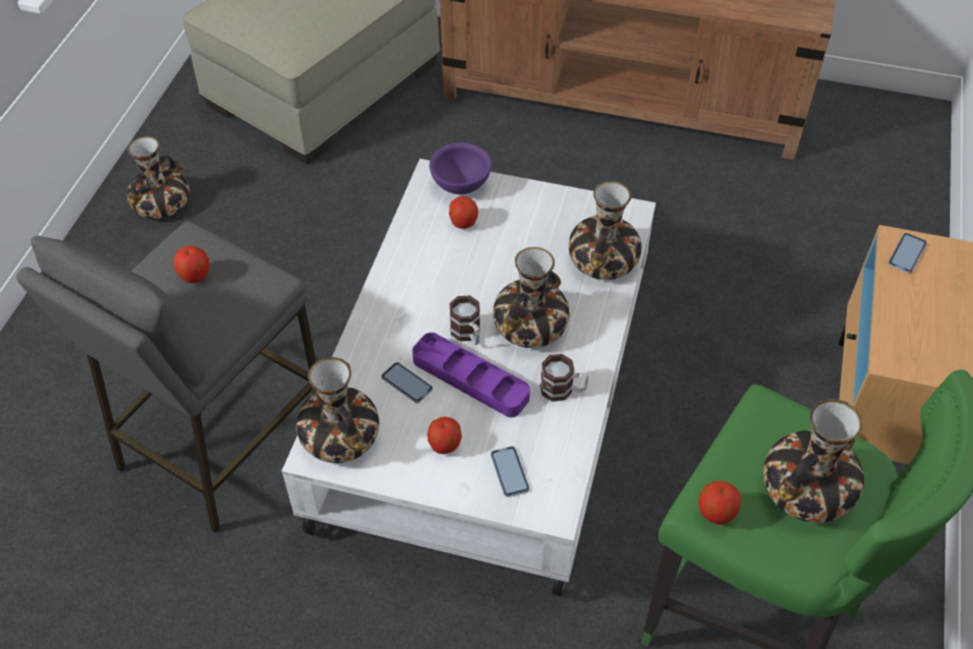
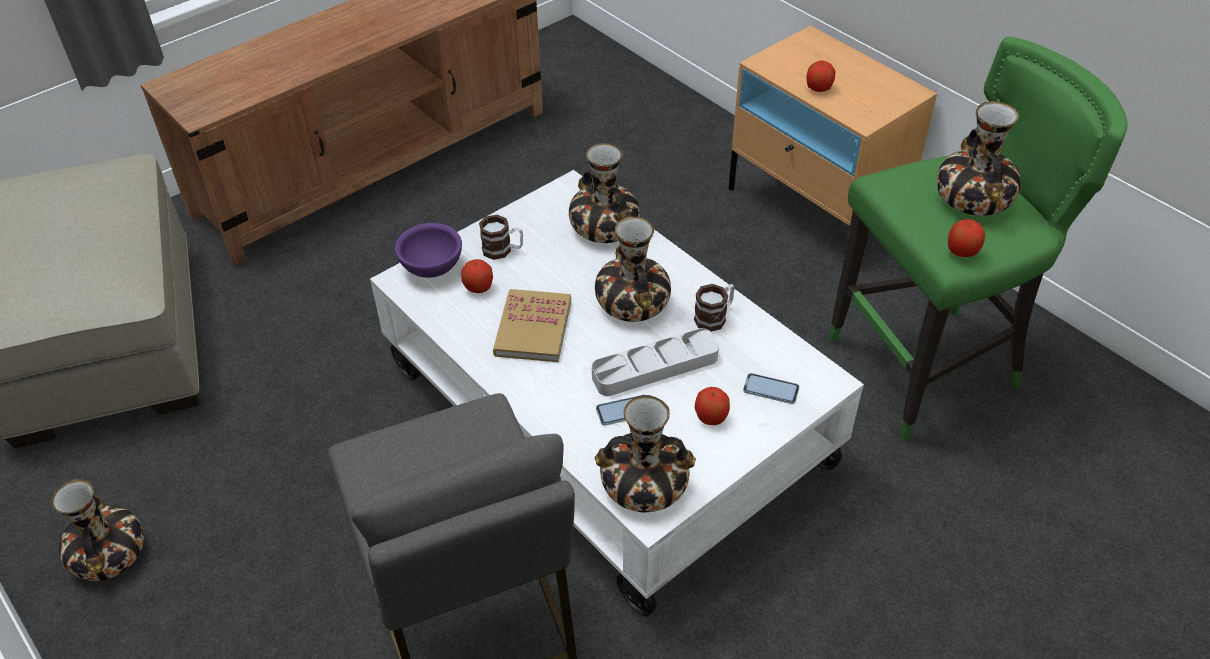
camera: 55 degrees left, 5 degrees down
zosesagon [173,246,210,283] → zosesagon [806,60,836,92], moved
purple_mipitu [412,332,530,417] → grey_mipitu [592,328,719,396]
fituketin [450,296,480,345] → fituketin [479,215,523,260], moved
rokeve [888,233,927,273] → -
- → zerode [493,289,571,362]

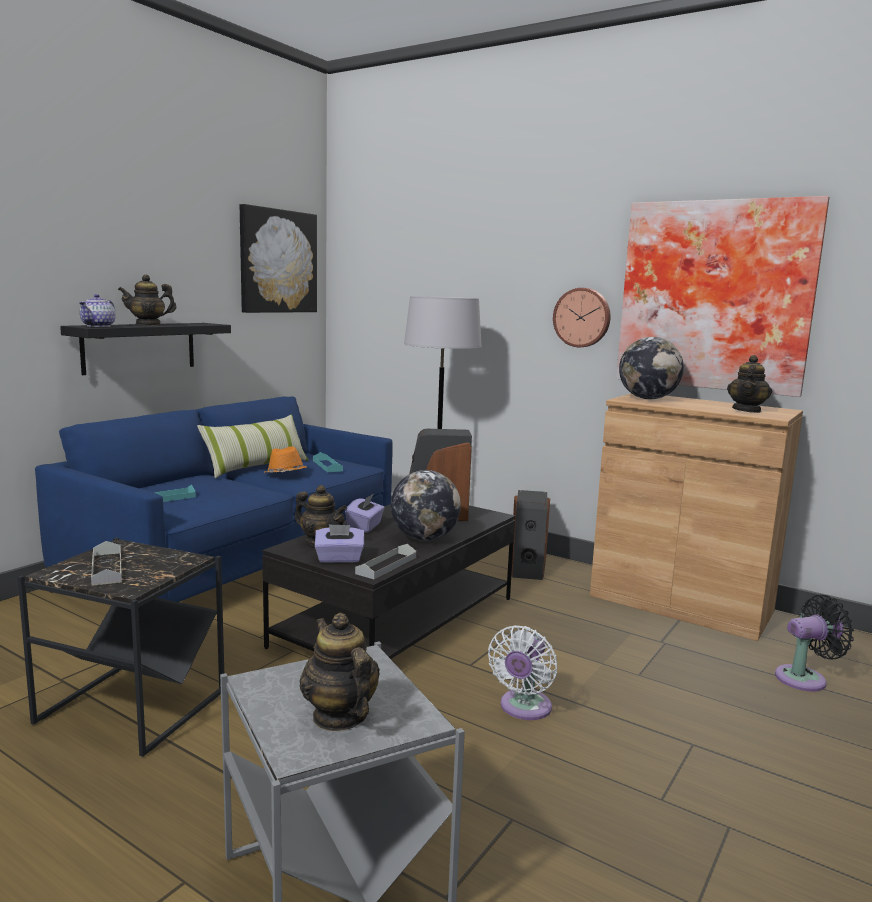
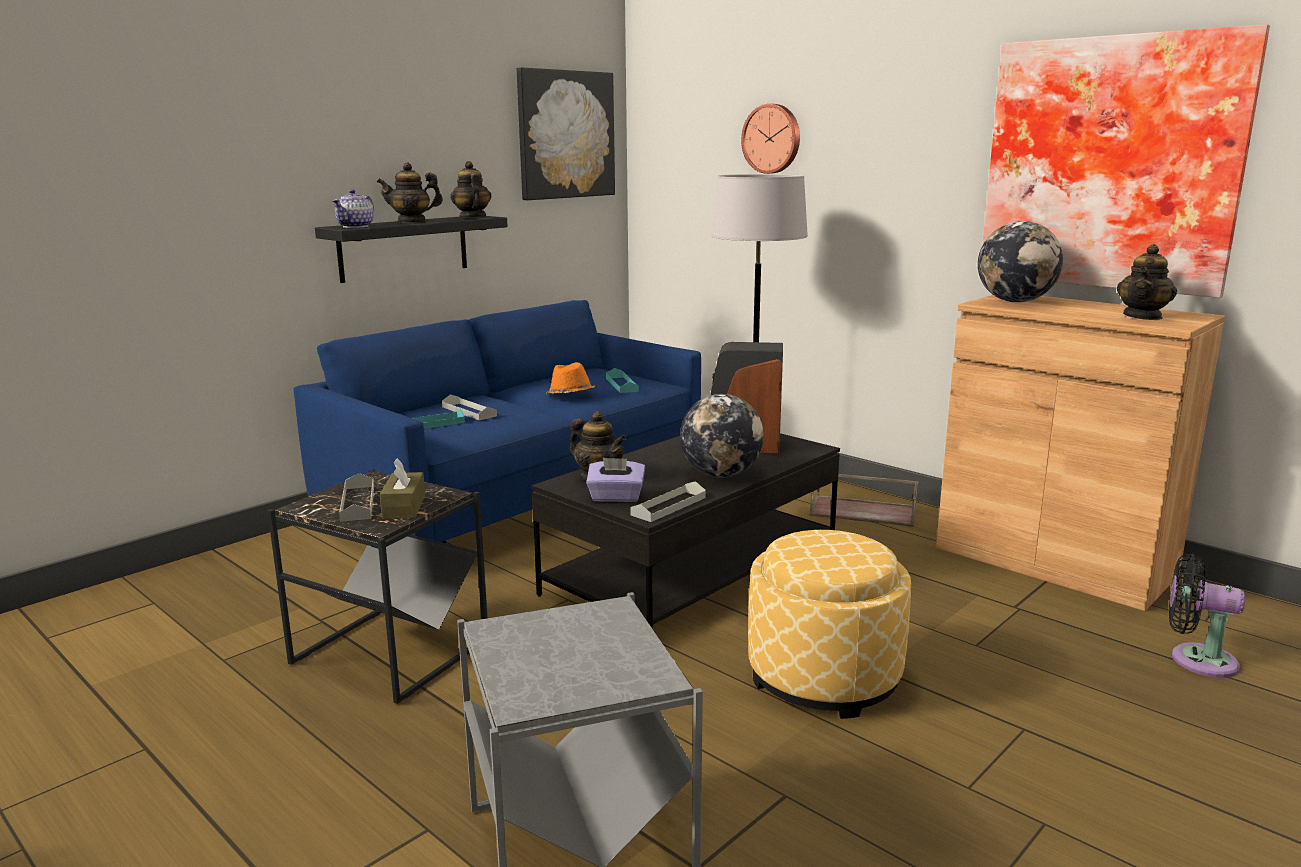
camera: 10 degrees right, 5 degrees up
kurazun [197,414,308,478] → -
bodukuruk [300,613,380,731] → bodukuruk [450,161,492,218], moved
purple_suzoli [345,494,384,533] → -
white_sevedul [488,625,557,720] → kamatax [748,530,911,719]
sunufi [511,490,550,580] → brown_mipitu [809,474,918,527]
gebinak [553,288,611,347] → gebinak [741,104,800,174], moved
black_sevedul [775,595,854,692] → black_sevedul [1169,554,1245,678], 150 degrees counterclockwise
- → brown_suzoli [380,458,425,519]
- → grey_mipitu [442,394,497,420]

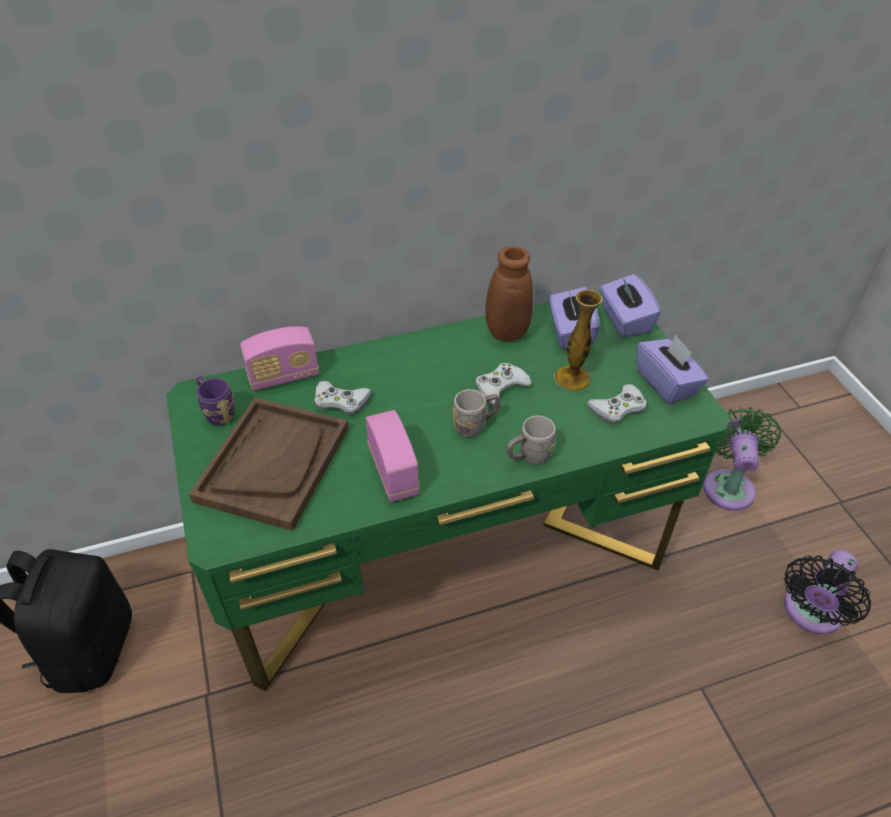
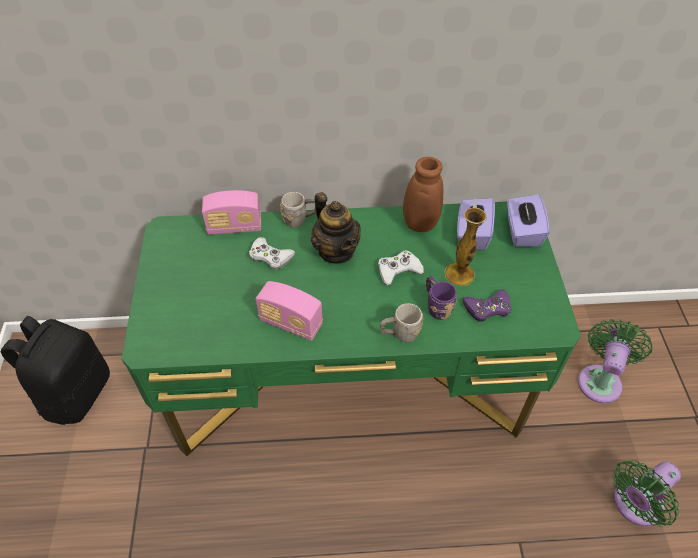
camera: 15 degrees right, 5 degrees up
brown_mipitu [189,397,349,531] → -
purple_fituketin [196,376,235,426] → purple_fituketin [426,276,457,320], moved
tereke [366,410,419,502] → tereke [256,281,323,341], 120 degrees clockwise
grey_fituketin [452,389,501,437] → grey_fituketin [280,192,316,227], moved
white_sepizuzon [587,384,646,424] → purple_sepizuzon [463,289,512,321]
purple_suzoli [637,334,709,404] → -
black_sevedul [784,550,871,634] → green_sevedul [613,460,681,526]
- → bodukuruk [311,192,361,264]

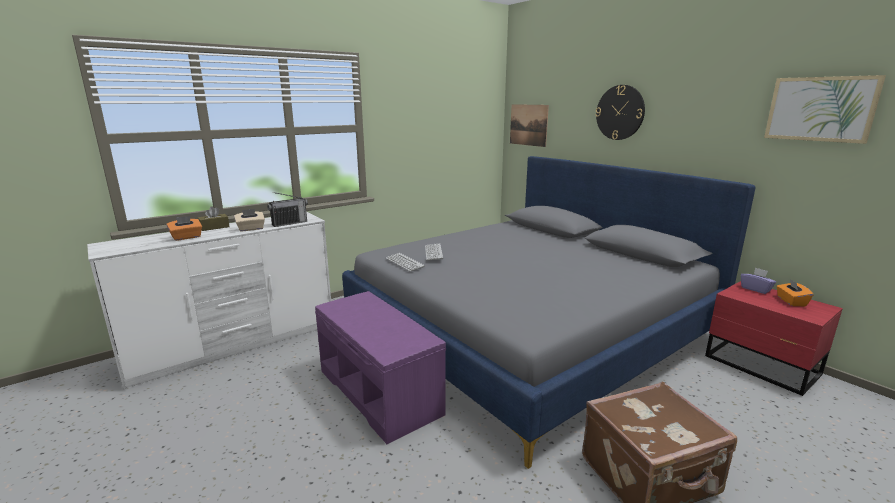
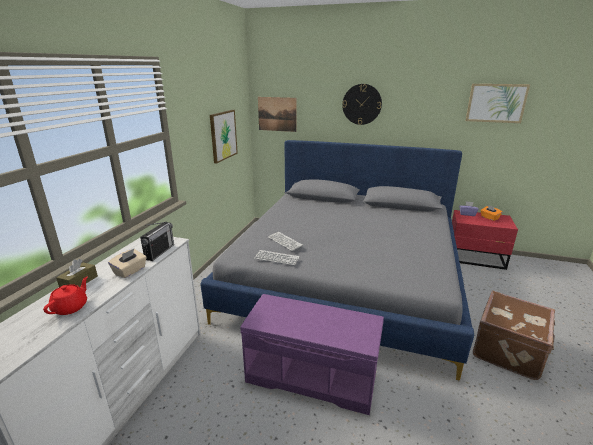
camera: 35 degrees left, 5 degrees up
orange_suzoli [166,216,202,241] → red_bodukuruk [43,276,88,315]
- → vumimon [210,110,238,164]

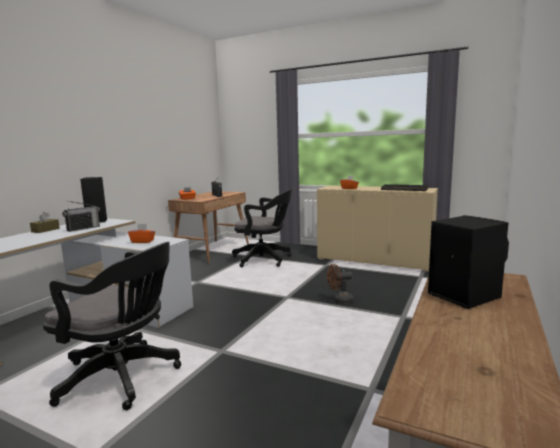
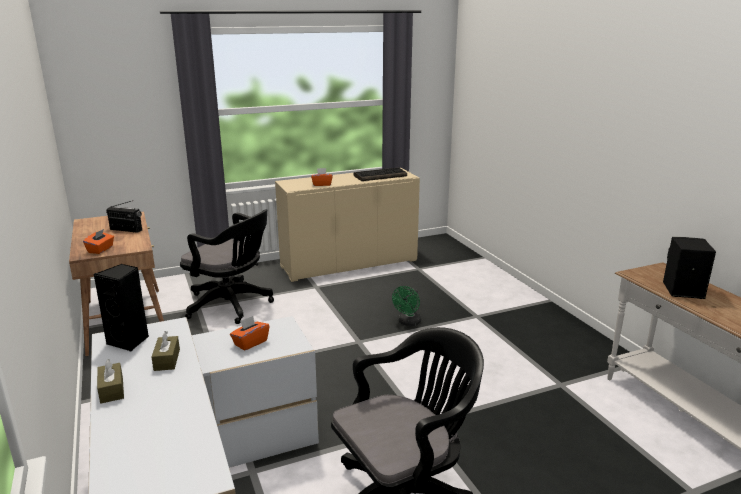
camera: 50 degrees left, 10 degrees up
tereke [62,201,100,232] → brown_suzoli [151,331,180,371]
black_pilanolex [232,189,292,267] → black_pilanolex [180,209,274,324], 60 degrees clockwise
brown_sevedul [327,264,354,304] → green_sevedul [392,286,421,326]

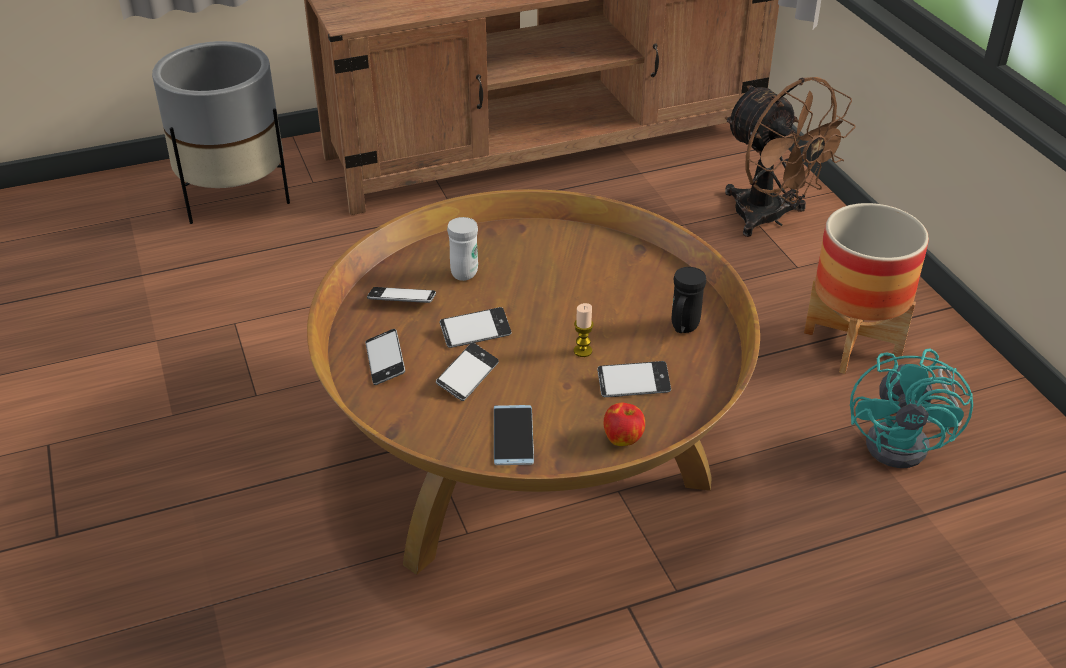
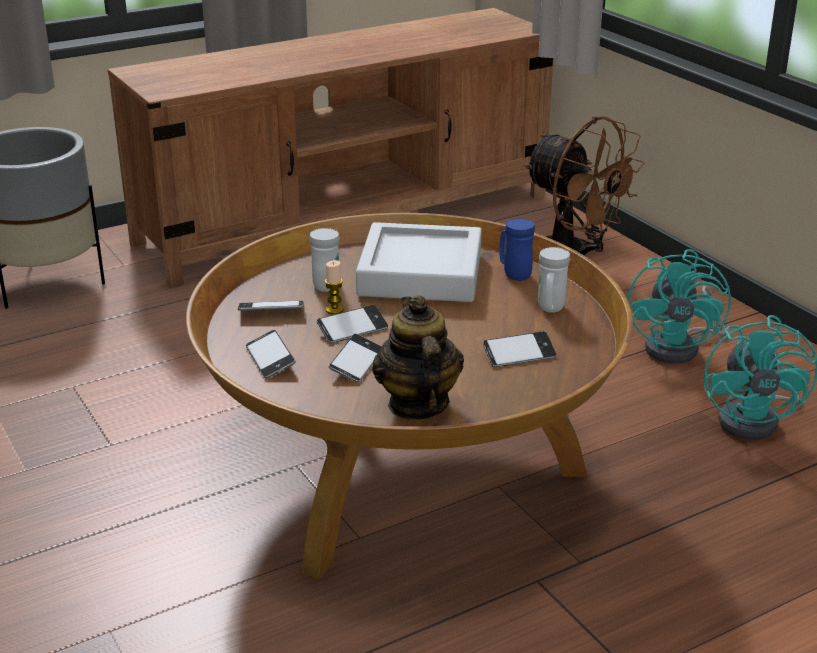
camera: 10 degrees left, 10 degrees down
rokeve [494,405,534,465] → bodukuruk [372,295,464,420]
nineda [574,303,594,357] → nineda [325,260,344,314], moved
zosesagon [604,403,645,446] → -
black_fituketin [672,267,706,333] → white_fituketin [538,247,570,313]
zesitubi [804,203,929,374] → turquoise_sevedul [628,249,731,364]
- → grey_mipitu [356,222,482,302]
- → blue_fituketin [499,218,535,281]

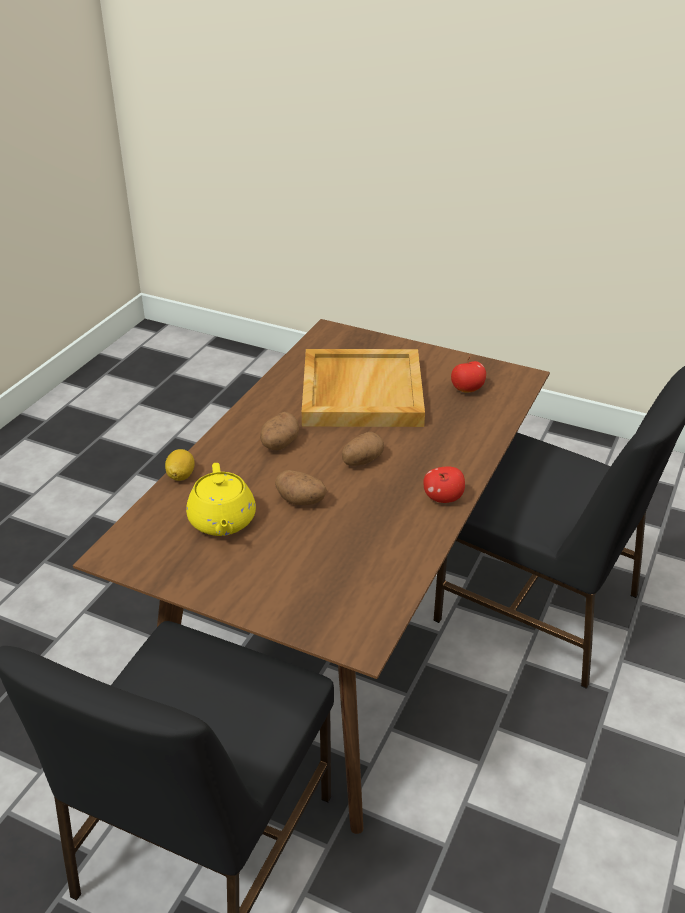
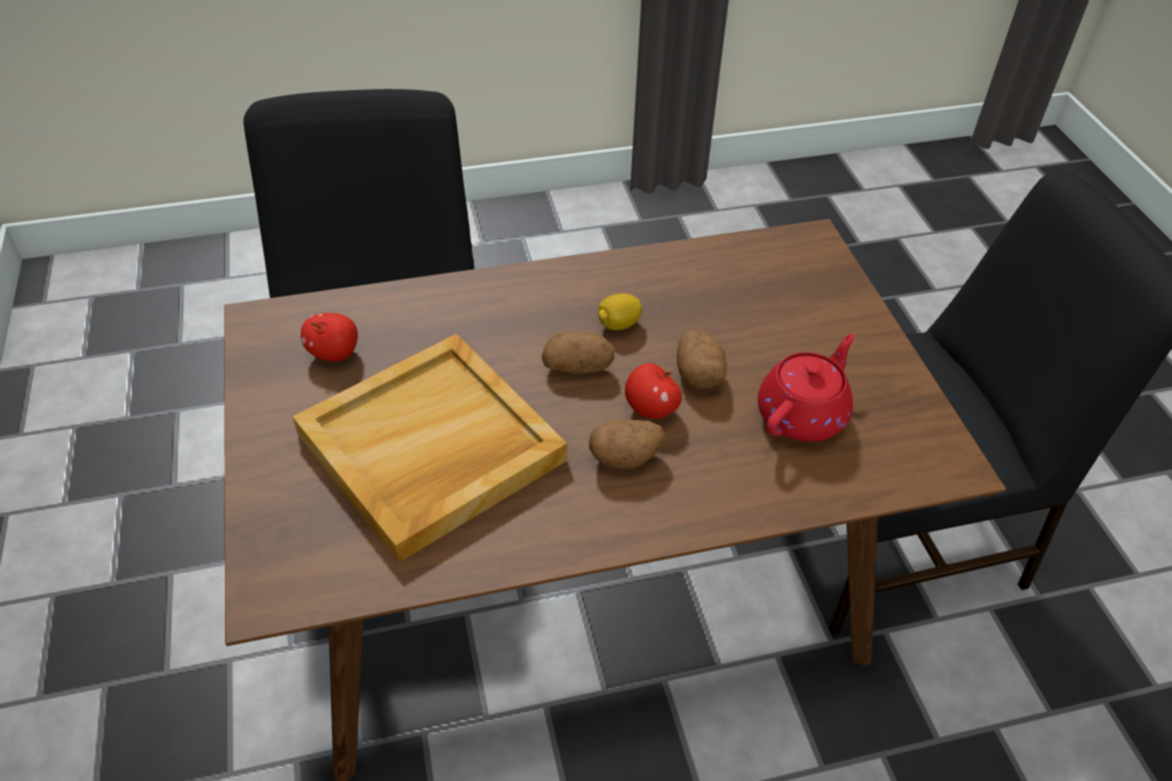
camera: 130 degrees left, 10 degrees up
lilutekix [165,449,195,481] → lilutekix [598,293,642,330], moved
yellow_bodukuruk [186,463,256,536] → red_bodukuruk [758,334,855,442]
zosesagon [423,466,465,503] → zosesagon [625,363,682,419], moved

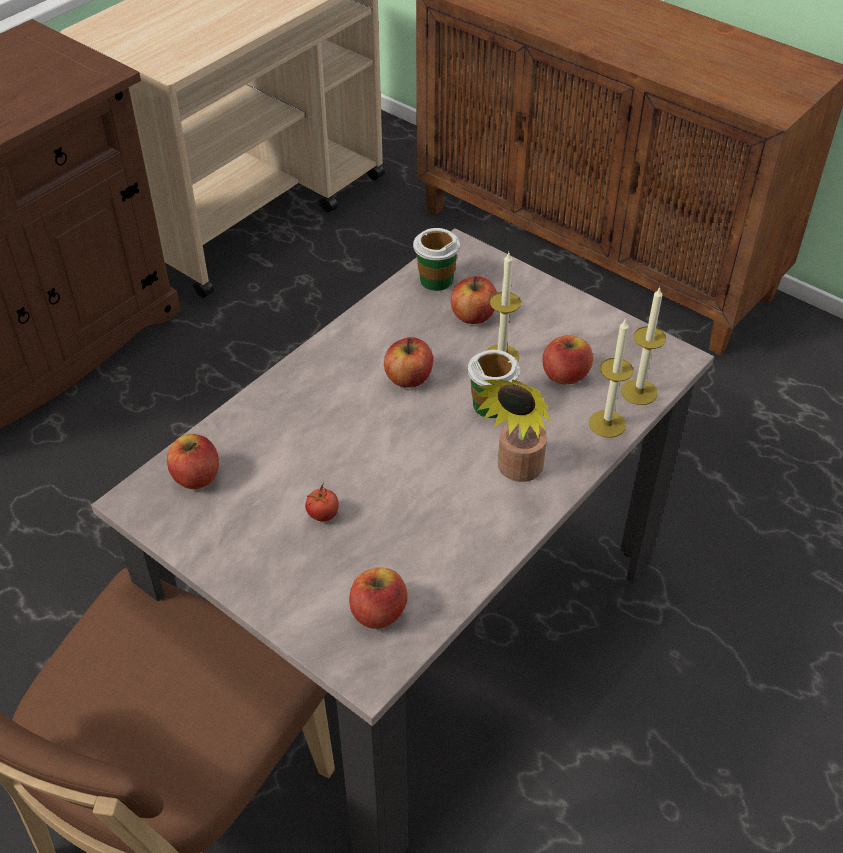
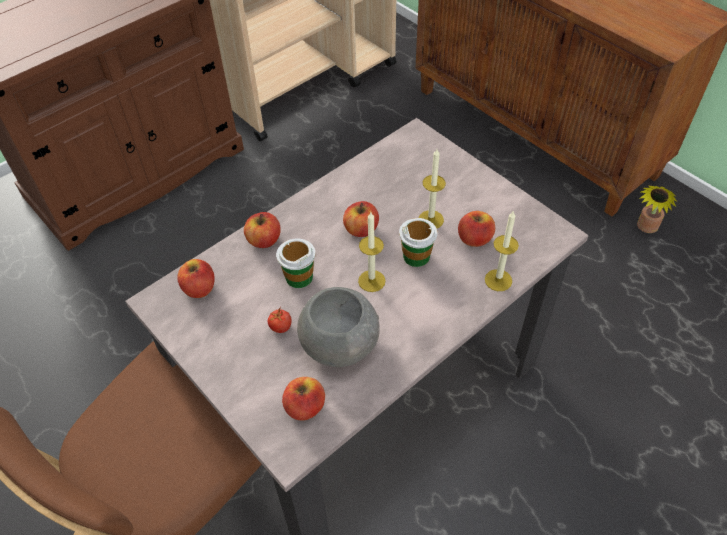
camera: 10 degrees right, 5 degrees up
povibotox [413,228,460,291] → povibotox [276,238,315,288], moved
zosesagon [451,276,497,324] → zosesagon [244,212,281,248], moved
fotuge [474,379,552,482] → fotuge [637,186,677,233], moved
nineda [621,286,666,405] → nineda [358,212,386,292], moved
- → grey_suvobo [297,287,380,367]

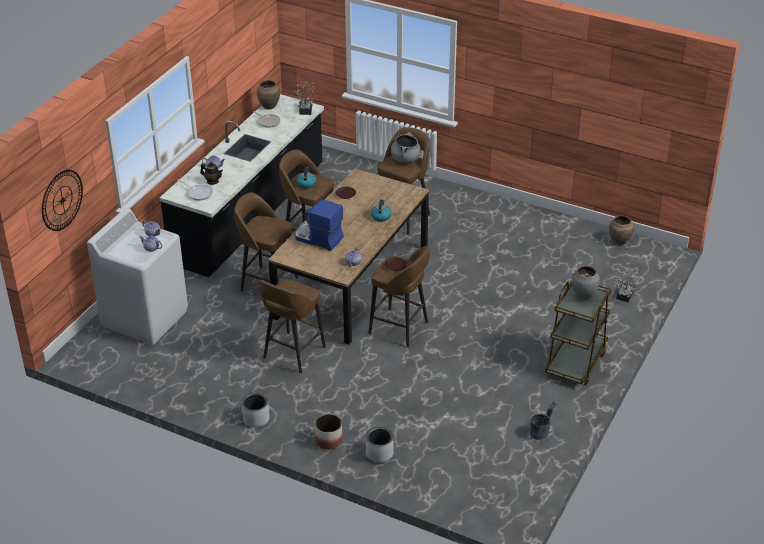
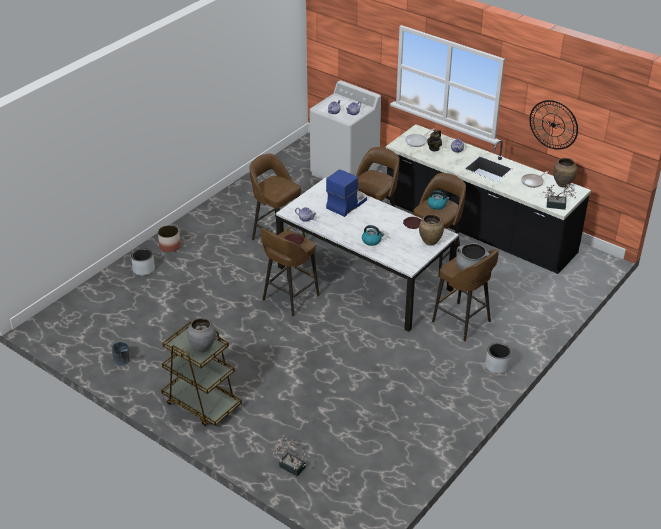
camera: 100 degrees right, 0 degrees up
gebinak [42,170,83,231] → gebinak [529,100,578,150], moved
grey_zesitubi [242,393,270,427] → grey_zesitubi [485,342,512,374], moved
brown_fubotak [268,168,429,345] → white_fubotak [276,178,459,332]
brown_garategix [609,215,634,245] → brown_garategix [419,214,444,246], moved

